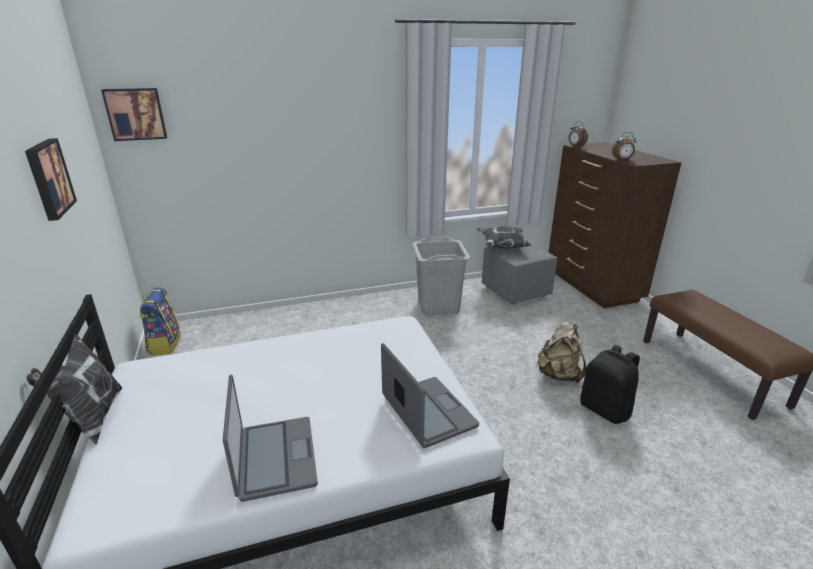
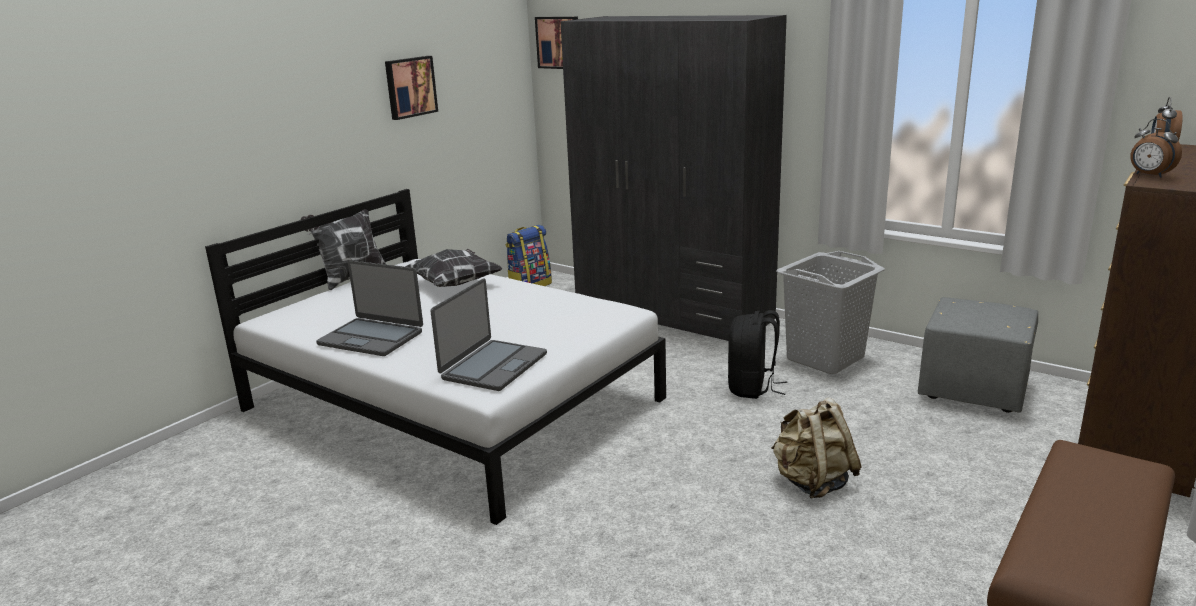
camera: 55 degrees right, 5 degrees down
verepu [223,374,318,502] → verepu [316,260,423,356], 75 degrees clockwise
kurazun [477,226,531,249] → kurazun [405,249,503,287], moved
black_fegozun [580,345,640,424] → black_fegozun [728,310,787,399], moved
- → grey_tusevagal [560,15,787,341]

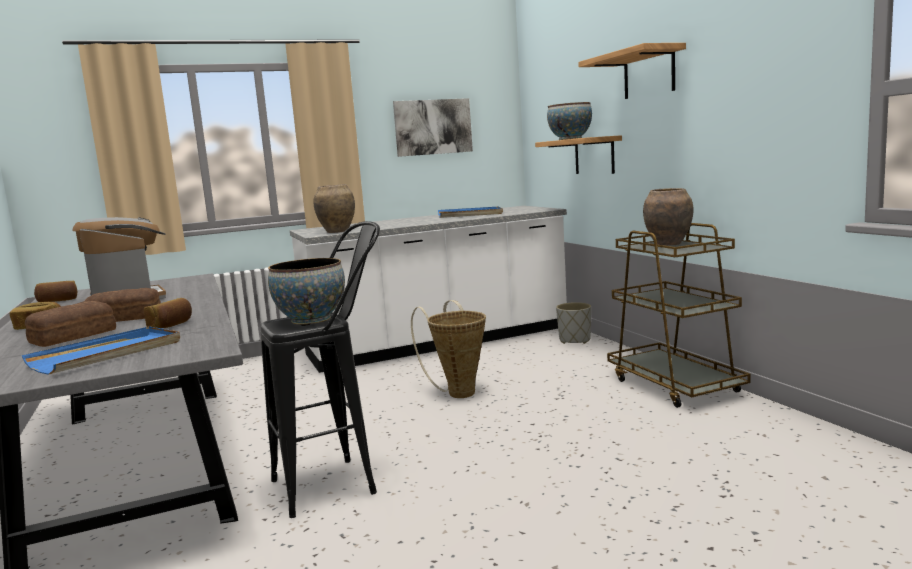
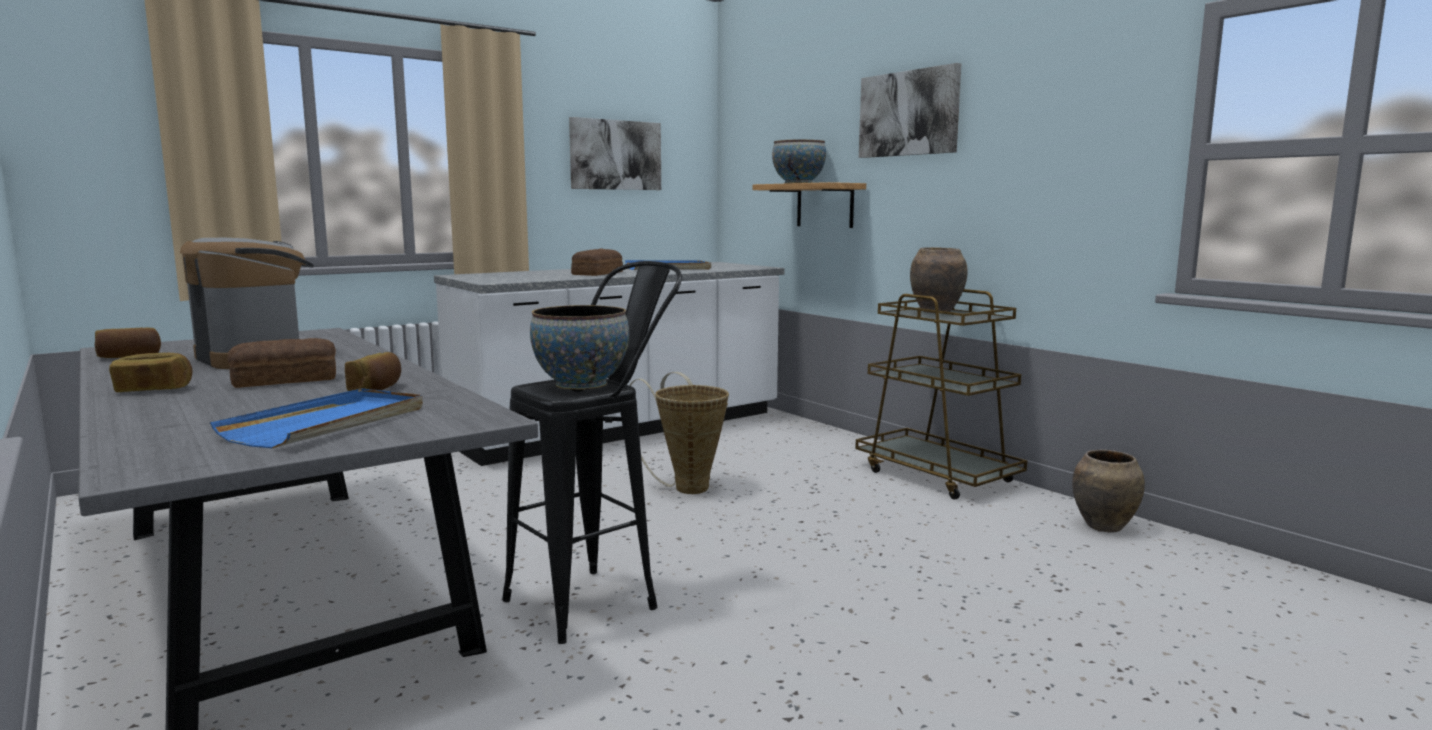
camera: 15 degrees left, 0 degrees up
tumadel [25,301,116,347] → tumadel [571,248,623,276], moved
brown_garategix [314,184,355,233] → brown_garategix [1072,449,1145,532], moved
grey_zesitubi [556,302,591,344] → -
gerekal [578,43,686,99] → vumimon [859,63,961,158]

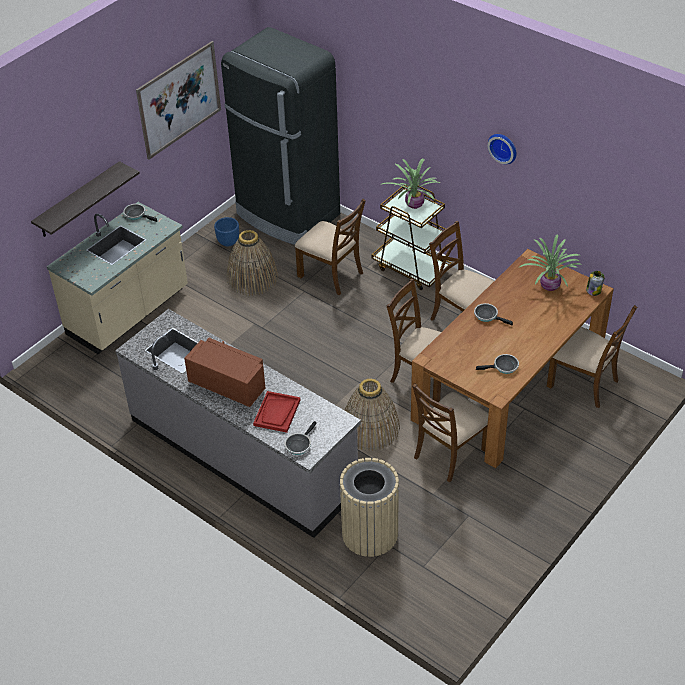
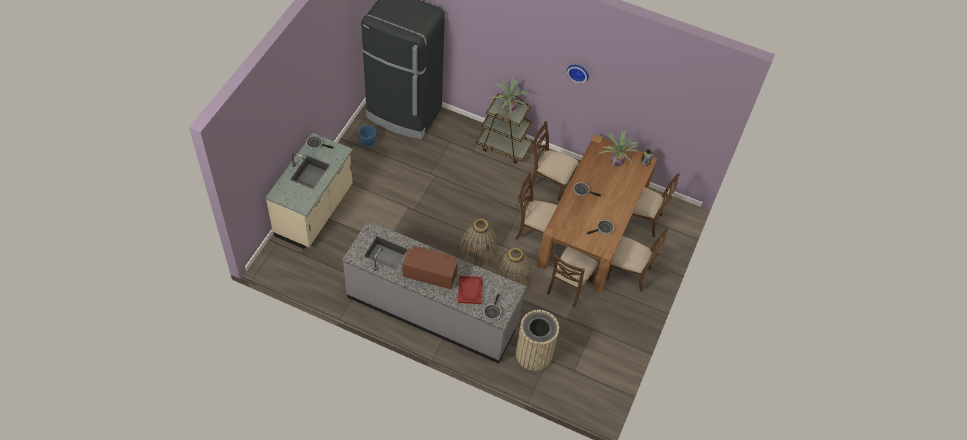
camera: 20 degrees left, 10 degrees up
gerekal [31,161,140,237] → -
vumimon [136,41,221,160] → -
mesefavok [227,230,278,296] → mesefavok [459,219,498,264], moved
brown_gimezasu [295,199,366,296] → brown_gimezasu [606,228,669,292], moved

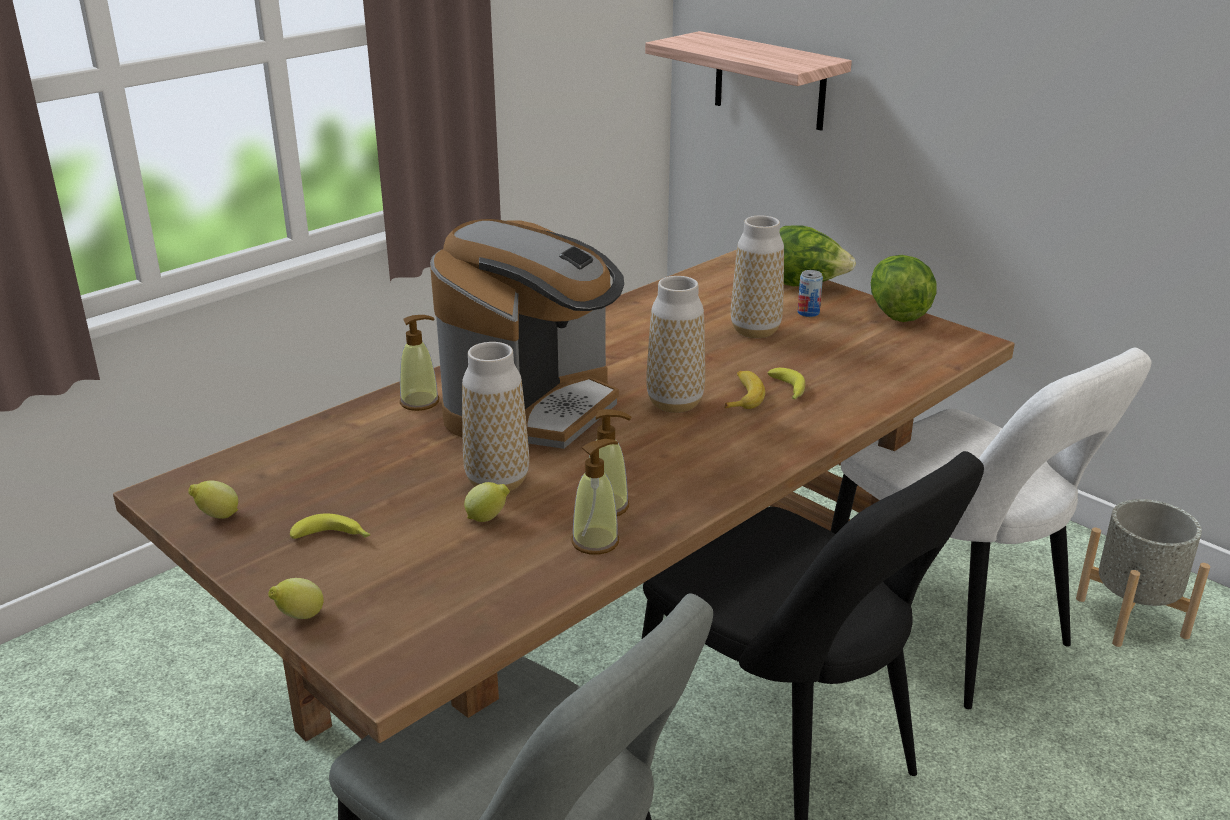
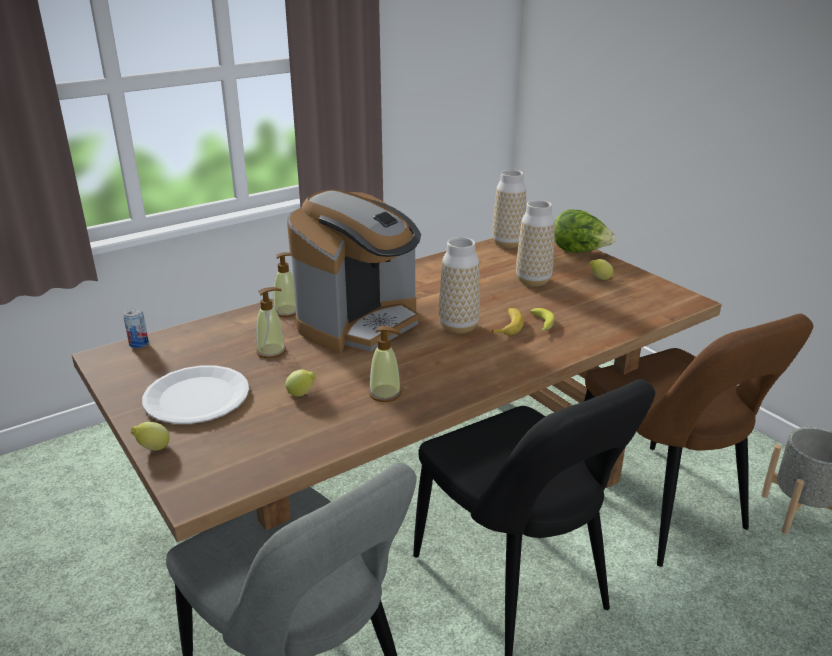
camera: 10 degrees right, 0 degrees up
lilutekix [188,480,238,519] → lilutekix [590,259,613,280], moved
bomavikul [290,514,371,539] → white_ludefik [142,365,249,424]
garategix [462,342,529,491] → garategix [492,170,526,248], moved
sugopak [571,439,619,555] → sugopak [256,287,286,359], moved
gerekal [645,31,852,131] → -
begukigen [797,270,823,317] → begukigen [123,308,149,348], moved
white_gimezasu [831,348,1152,709] → brown_gimezasu [584,314,813,567]
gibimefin [871,255,937,322] → -

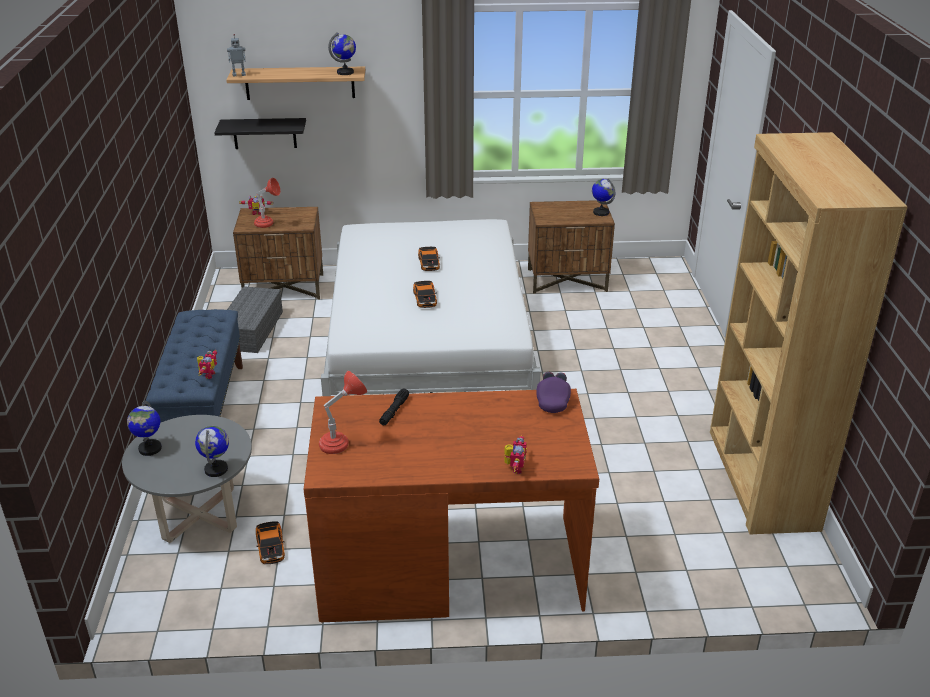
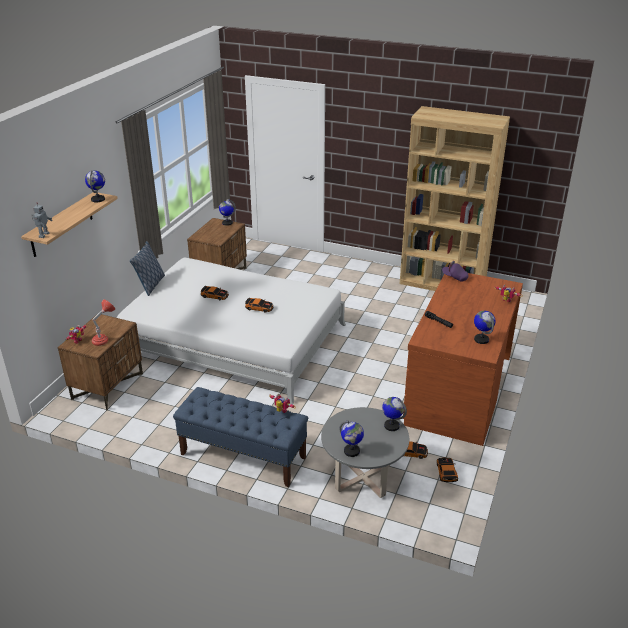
camera: 65 degrees left, 0 degrees up
black_gerekal [214,118,306,149] → -
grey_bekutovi [227,286,283,353] → -
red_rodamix [319,371,367,454] → -
- → kurazun [129,241,165,296]
- → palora [437,457,458,482]
- → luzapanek [474,311,495,344]

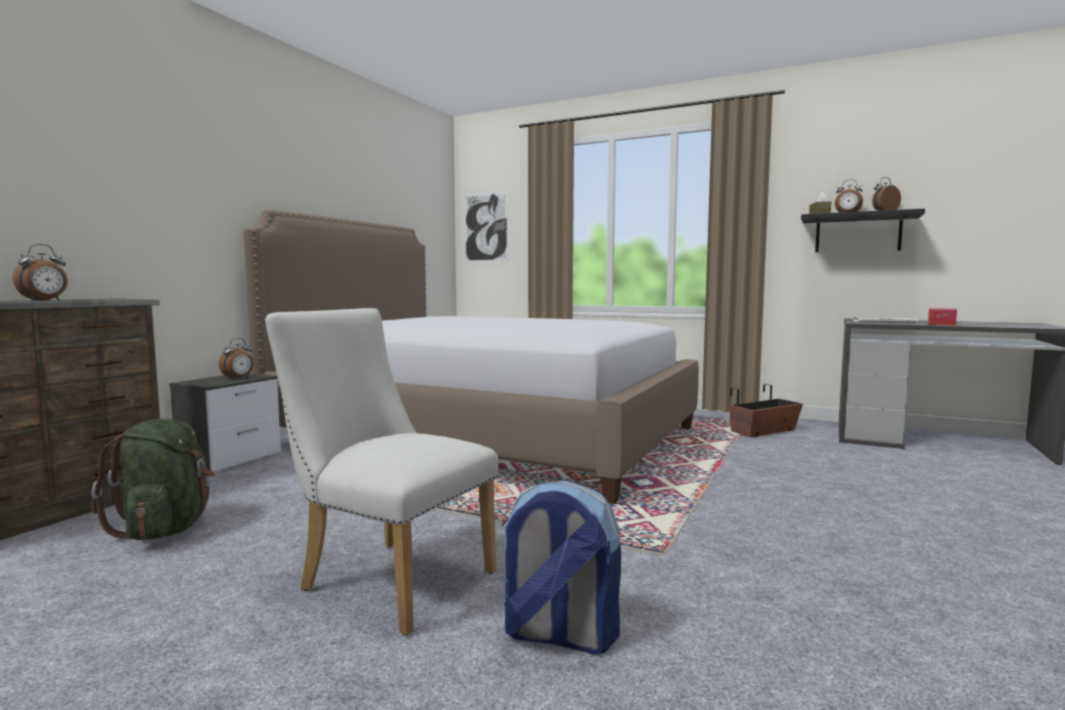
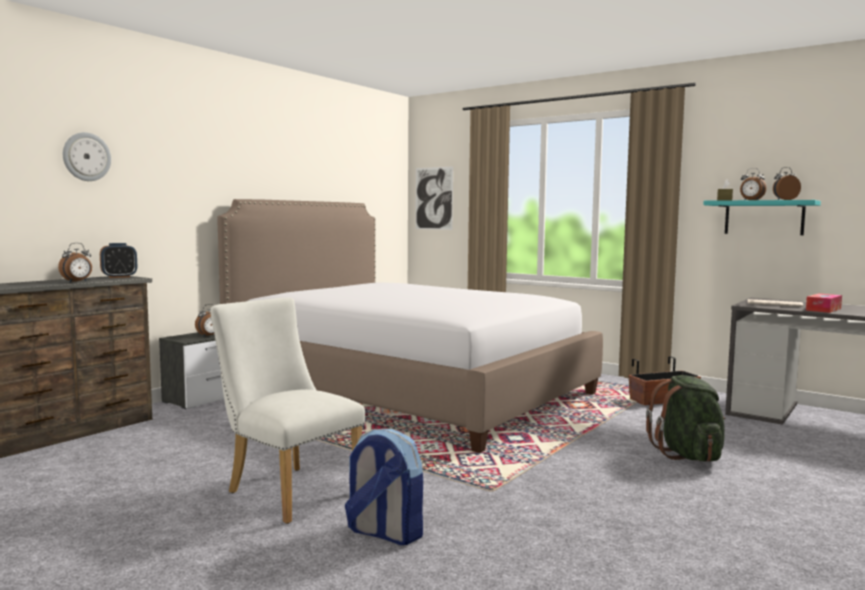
camera: 10 degrees right, 0 degrees up
green_fegozun [91,419,215,540] → green_fegozun [646,375,726,462], moved
black_gerekal [801,208,925,252] → turquoise_gerekal [703,200,821,235]
- → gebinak [63,132,111,181]
- → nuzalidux [100,243,137,278]

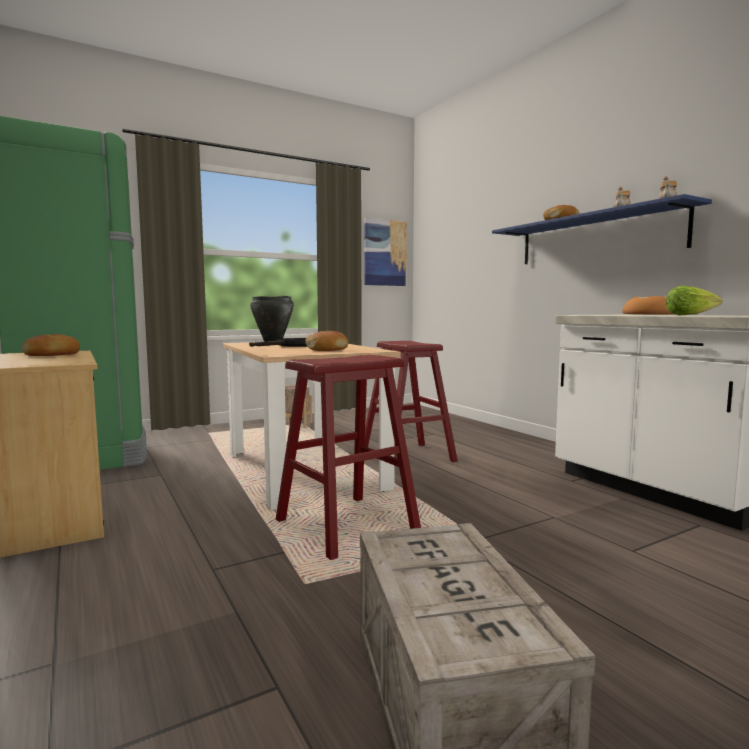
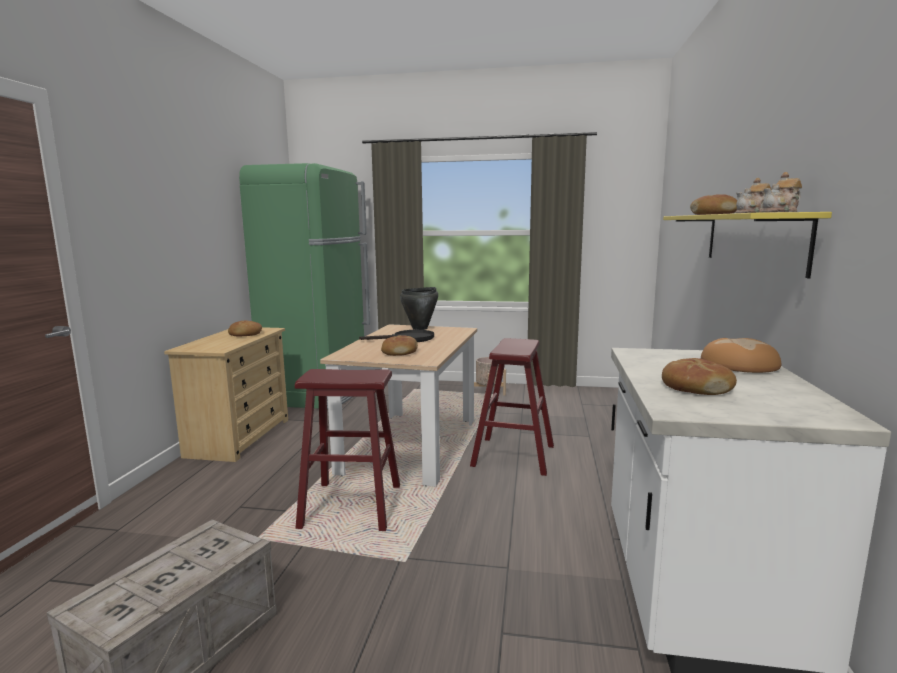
camera: 40 degrees right, 5 degrees up
vumimon [364,218,407,286] → -
blue_gerekal [492,194,712,264] → yellow_gerekal [663,212,832,278]
gibimefin [666,286,723,315] → tumadel [662,358,737,395]

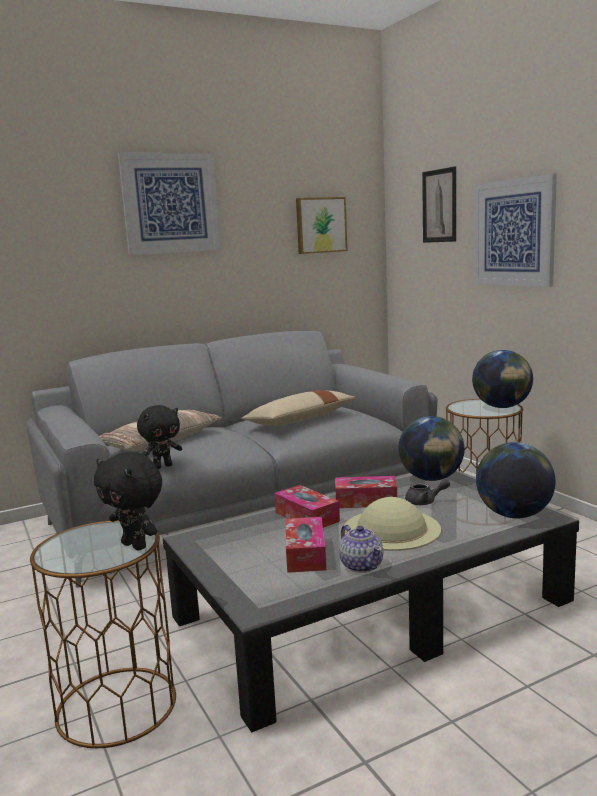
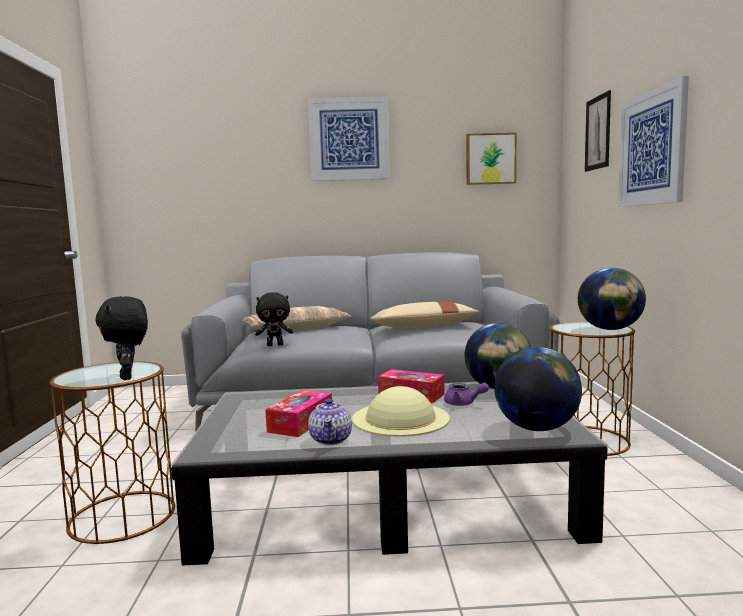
camera: 25 degrees right, 5 degrees down
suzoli [274,485,340,528] → -
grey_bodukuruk [405,479,450,505] → purple_bodukuruk [444,383,489,406]

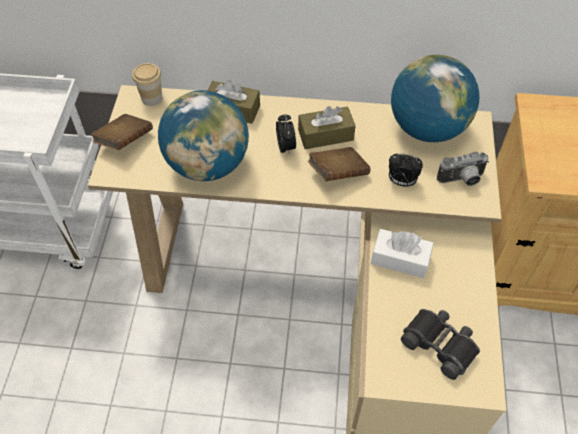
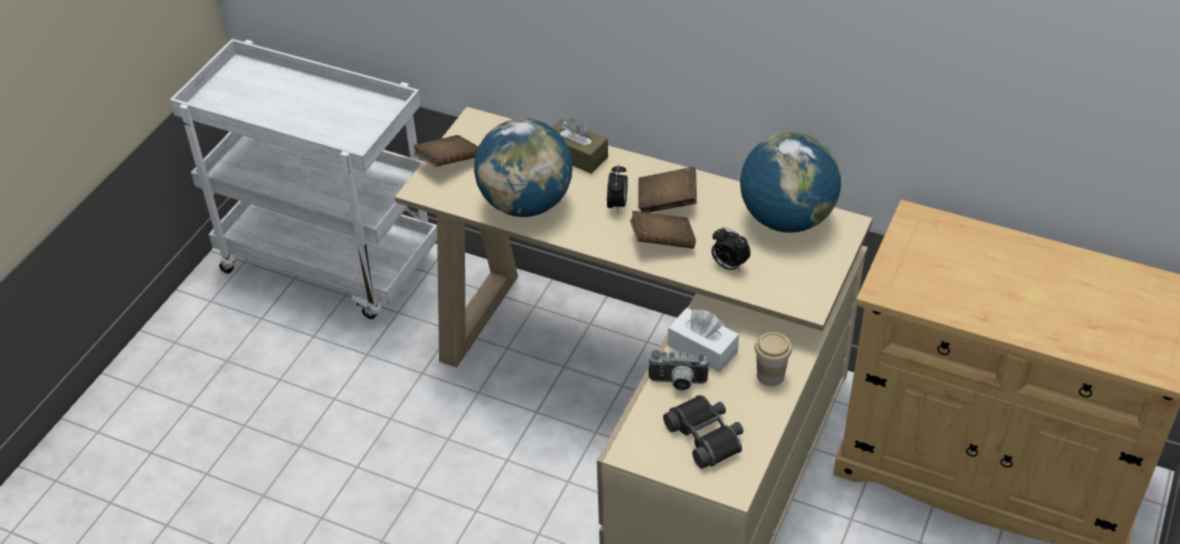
camera: 20 degrees right, 10 degrees down
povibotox [132,63,162,106] → povibotox [755,332,792,386], moved
brown_suzoli [298,106,355,149] → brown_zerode [638,167,697,213]
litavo [437,152,489,186] → litavo [648,350,709,391], moved

